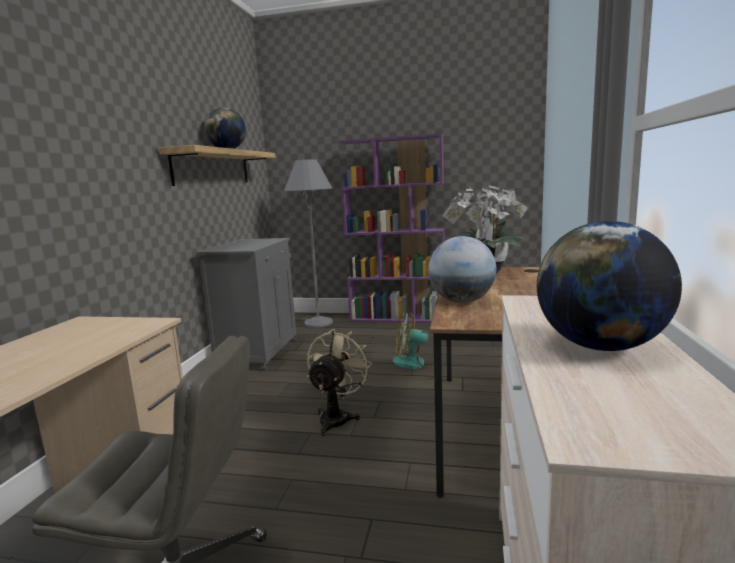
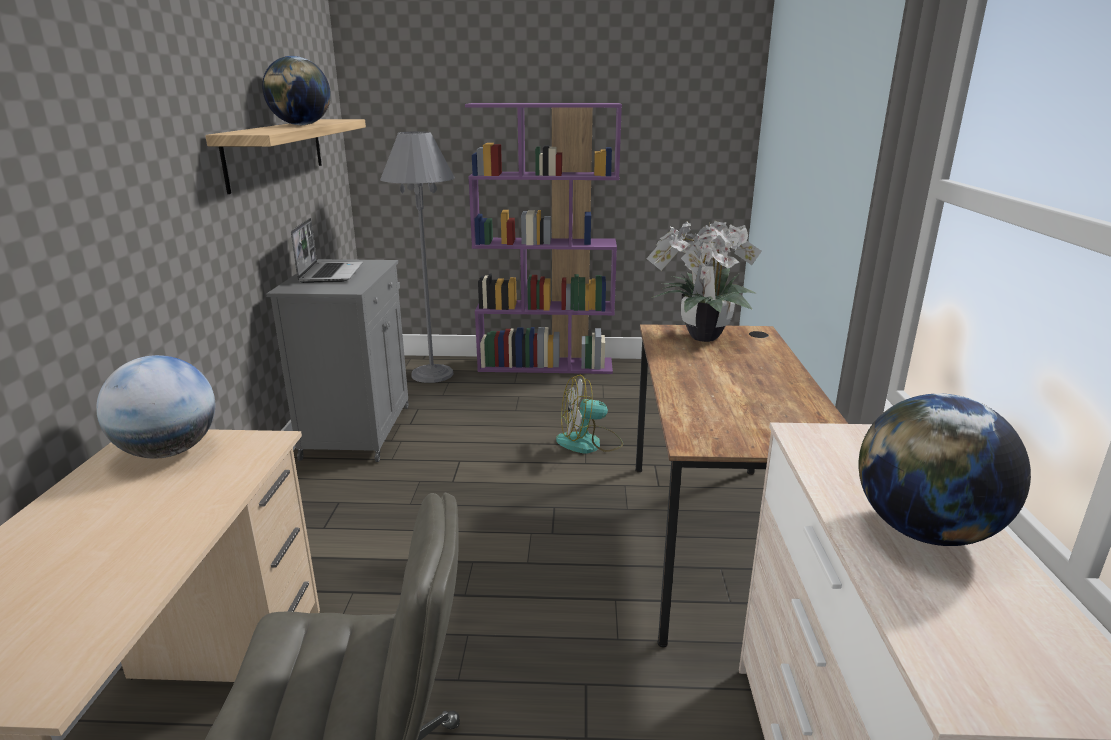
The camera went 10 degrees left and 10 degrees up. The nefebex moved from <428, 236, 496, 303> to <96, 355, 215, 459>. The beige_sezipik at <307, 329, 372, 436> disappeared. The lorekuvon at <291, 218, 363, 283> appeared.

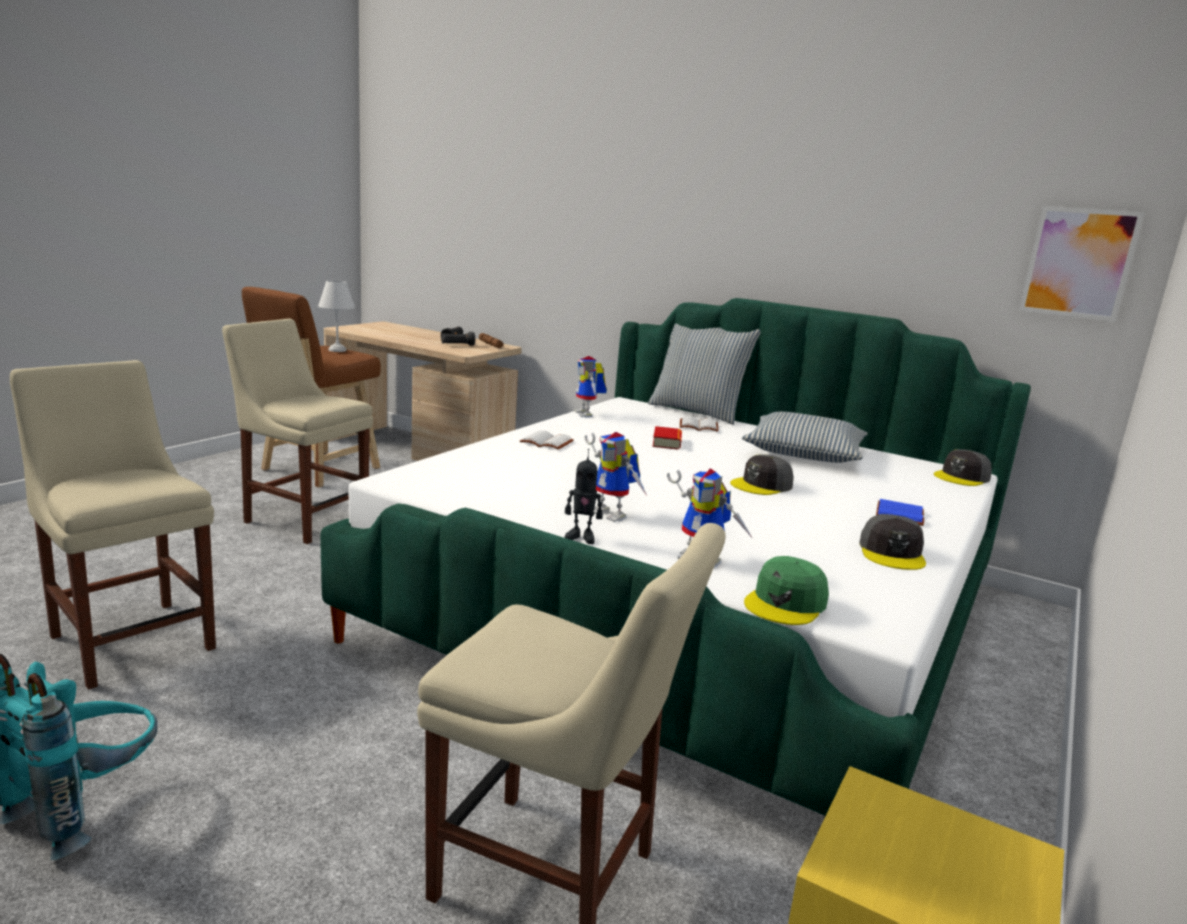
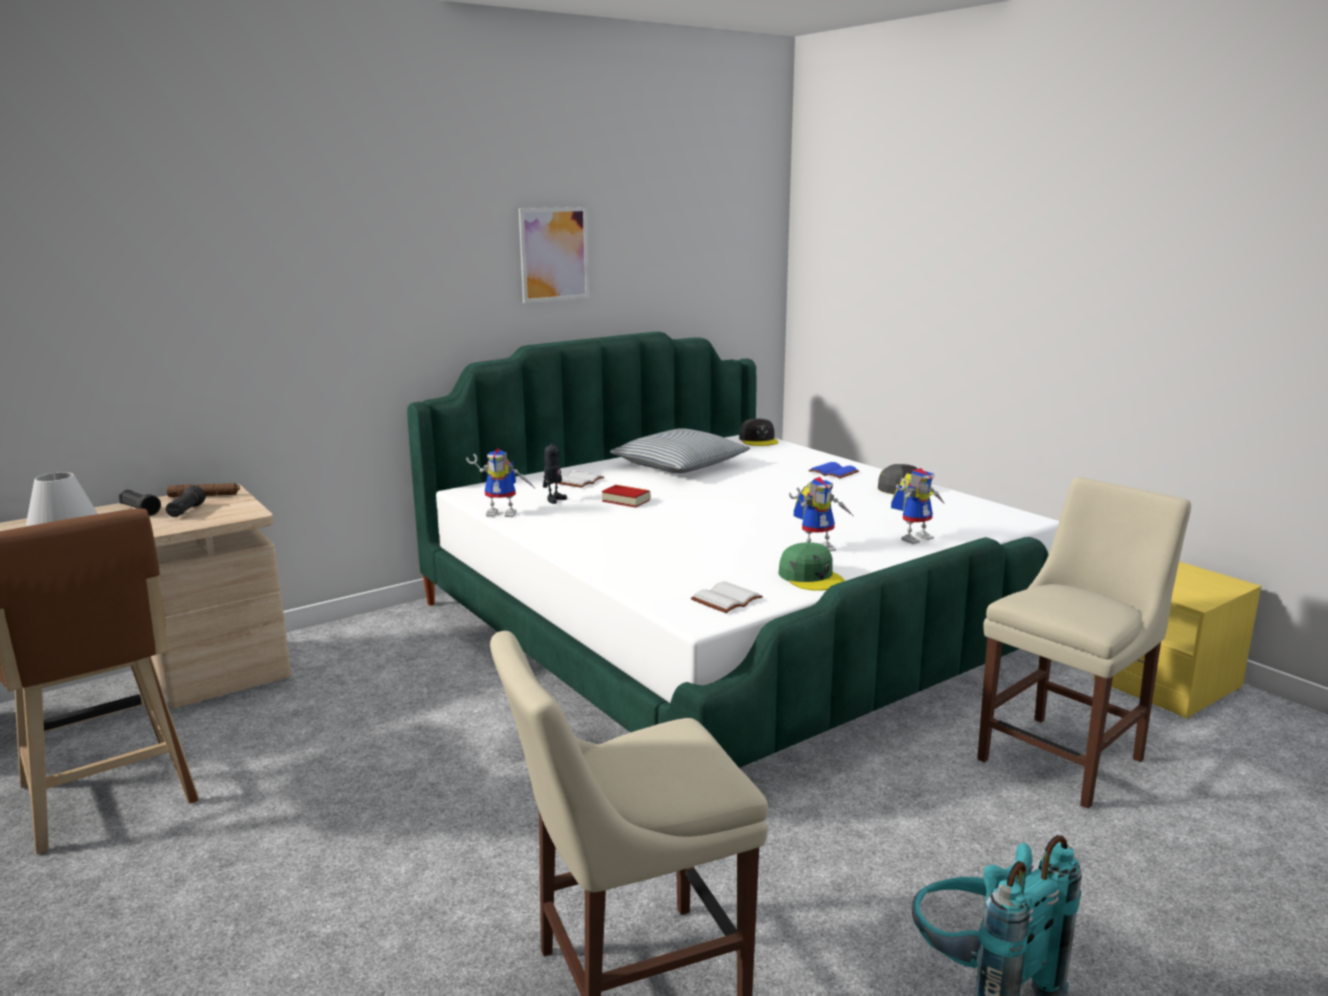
The camera went 65 degrees left and 0 degrees up. The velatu moved from <1019, 206, 1145, 322> to <519, 207, 589, 303>. The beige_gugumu at <222, 319, 373, 544> disappeared. The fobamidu at <648, 323, 760, 425> disappeared. The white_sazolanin moved from <520, 430, 574, 450> to <691, 582, 763, 613>. The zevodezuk moved from <565, 449, 603, 544> to <543, 436, 567, 504>. The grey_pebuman at <730, 454, 794, 495> disappeared. The green_pebuman moved from <744, 556, 829, 625> to <778, 542, 845, 591>.

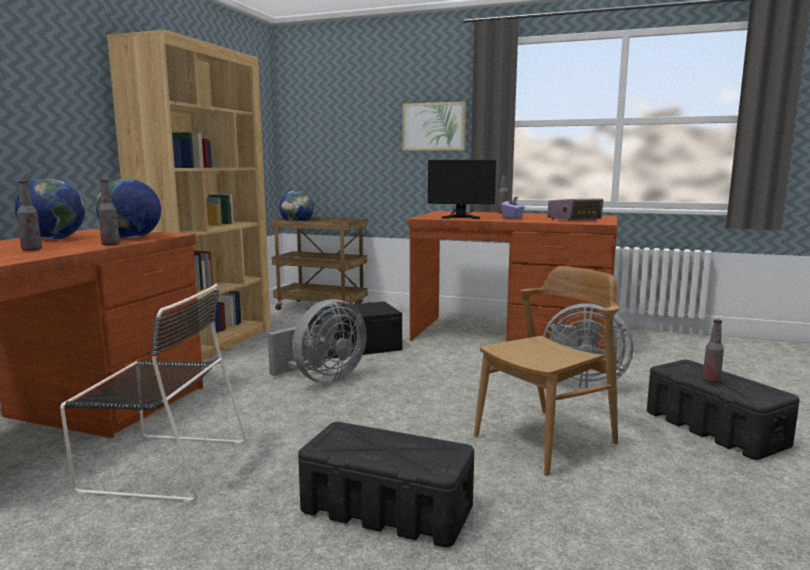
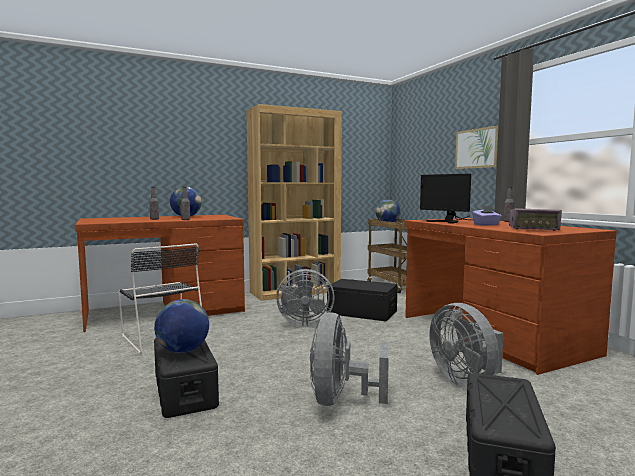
The camera went 45 degrees right and 5 degrees down. The nefebex moved from <96, 179, 161, 238> to <154, 299, 209, 353>. The brown_gugumu at <474, 266, 619, 476> was replaced by the grey_sezipik at <310, 312, 389, 406>. The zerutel at <702, 319, 724, 383> disappeared.

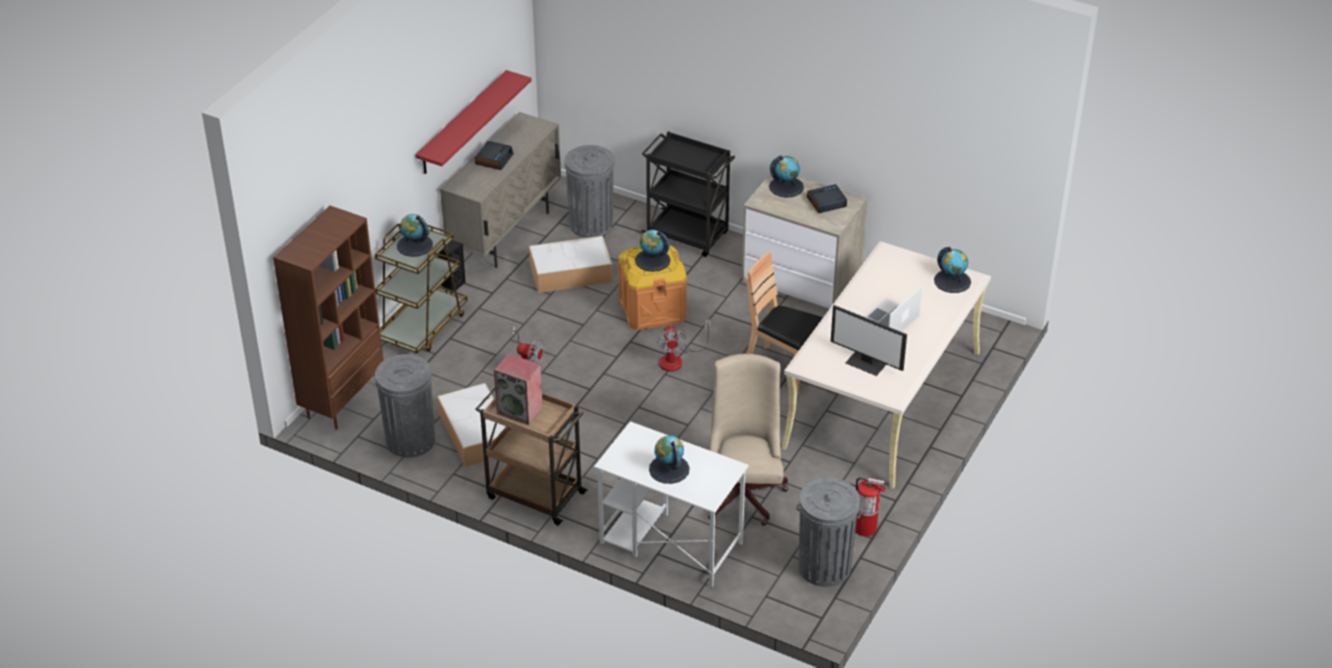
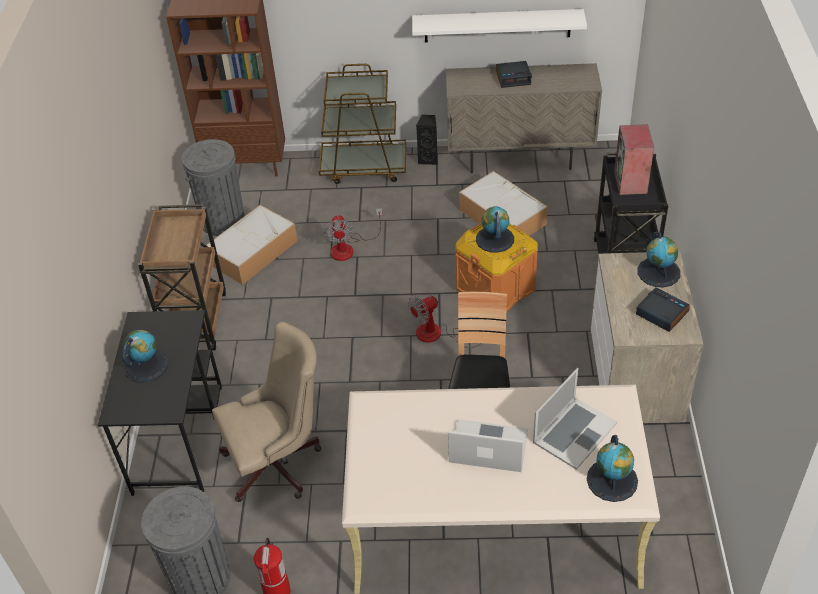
The camera went 65 degrees right and 5 degrees up. The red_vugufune at <416, 70, 531, 174> became the white_vugufune at <412, 9, 587, 43>. The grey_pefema at <565, 145, 614, 238> disappeared. The nefebex at <397, 214, 433, 257> disappeared. The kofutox at <831, 305, 907, 376> disappeared. The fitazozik moved from <494, 353, 543, 425> to <614, 124, 654, 195>. The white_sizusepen at <594, 421, 749, 587> became the black_sizusepen at <98, 310, 222, 496>. The lorekuvon at <533, 368, 617, 470> appeared.

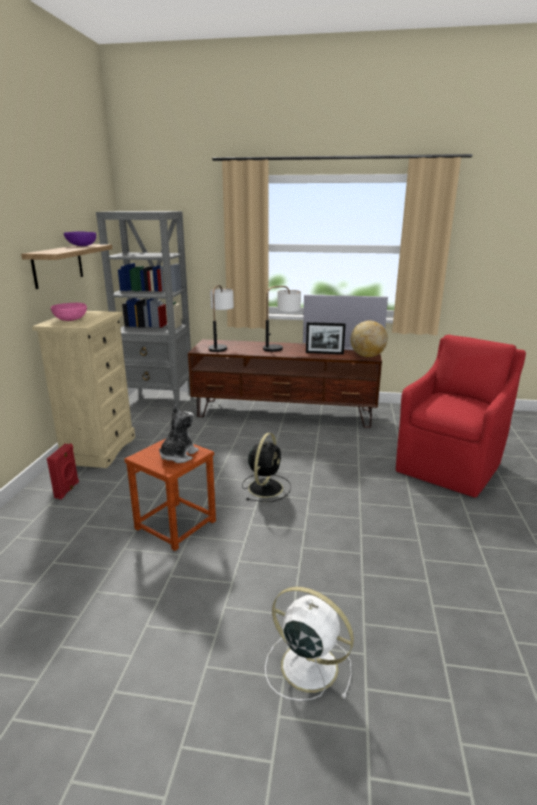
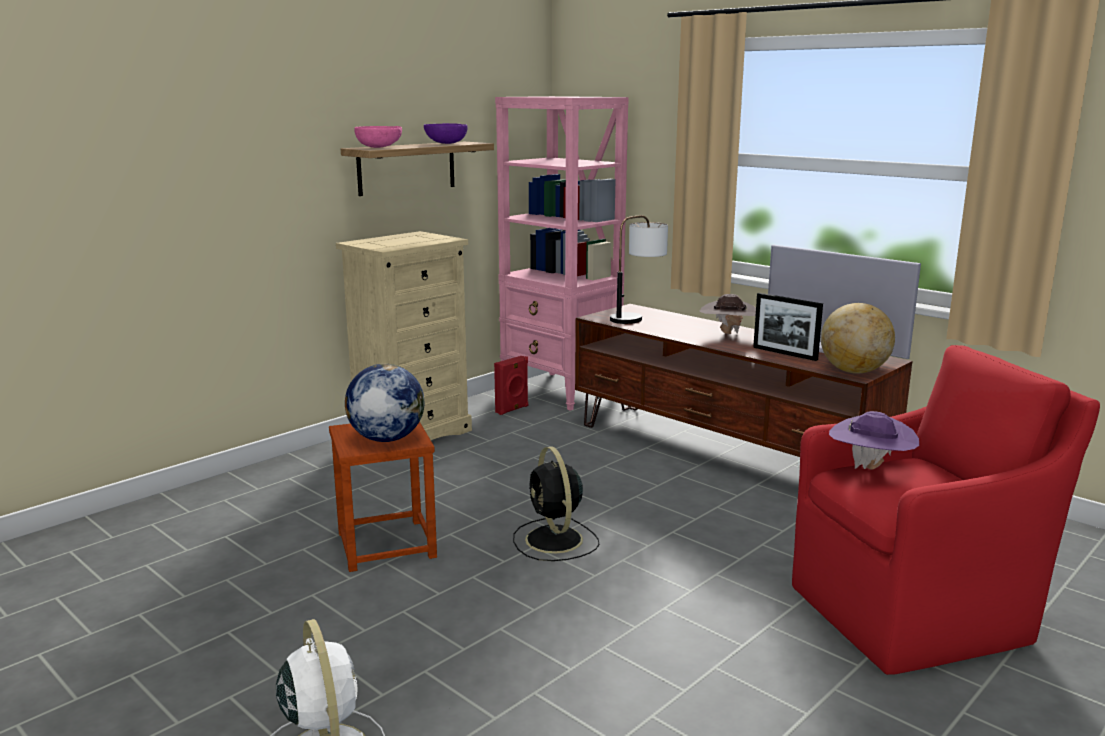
The camera went 35 degrees right and 5 degrees down. The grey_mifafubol at <96, 211, 191, 407> became the pink_mifafubol at <495, 96, 629, 411>. The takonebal at <263, 286, 301, 352> was replaced by the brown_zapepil at <700, 294, 756, 334>. The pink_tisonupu moved from <51, 303, 87, 321> to <354, 126, 402, 148>. The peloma at <159, 404, 199, 463> was replaced by the nefebex at <345, 364, 425, 442>. The black_sezipik at <242, 433, 291, 502> turned 105 degrees clockwise. The red_fitazozik moved from <47, 443, 79, 499> to <494, 356, 528, 415>. The purple_zapepil at <829, 411, 919, 469> appeared.

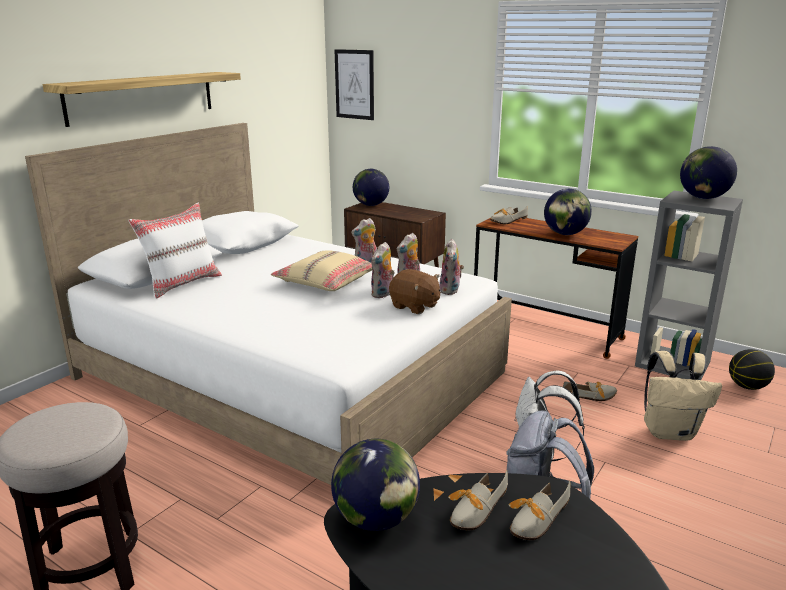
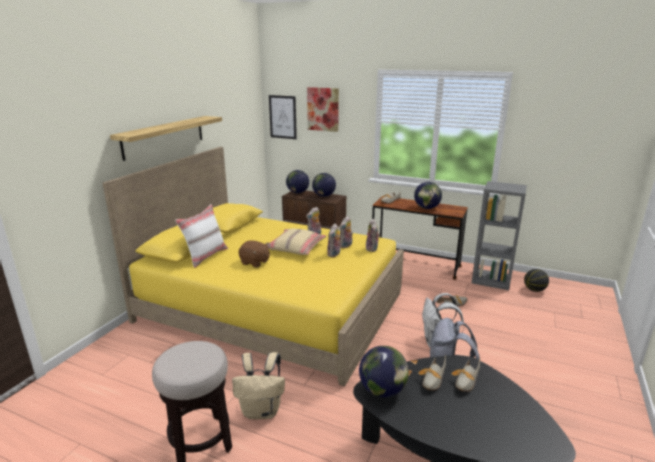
The camera went 10 degrees left and 0 degrees up. The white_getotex at <25, 123, 512, 485> became the yellow_getotex at <103, 147, 404, 386>. The nefebex moved from <680, 146, 737, 199> to <312, 173, 336, 197>. The brown_peloma moved from <389, 269, 440, 314> to <238, 240, 270, 268>. The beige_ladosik moved from <644, 351, 722, 441> to <232, 352, 285, 419>. The velatu at <307, 87, 339, 132> appeared.

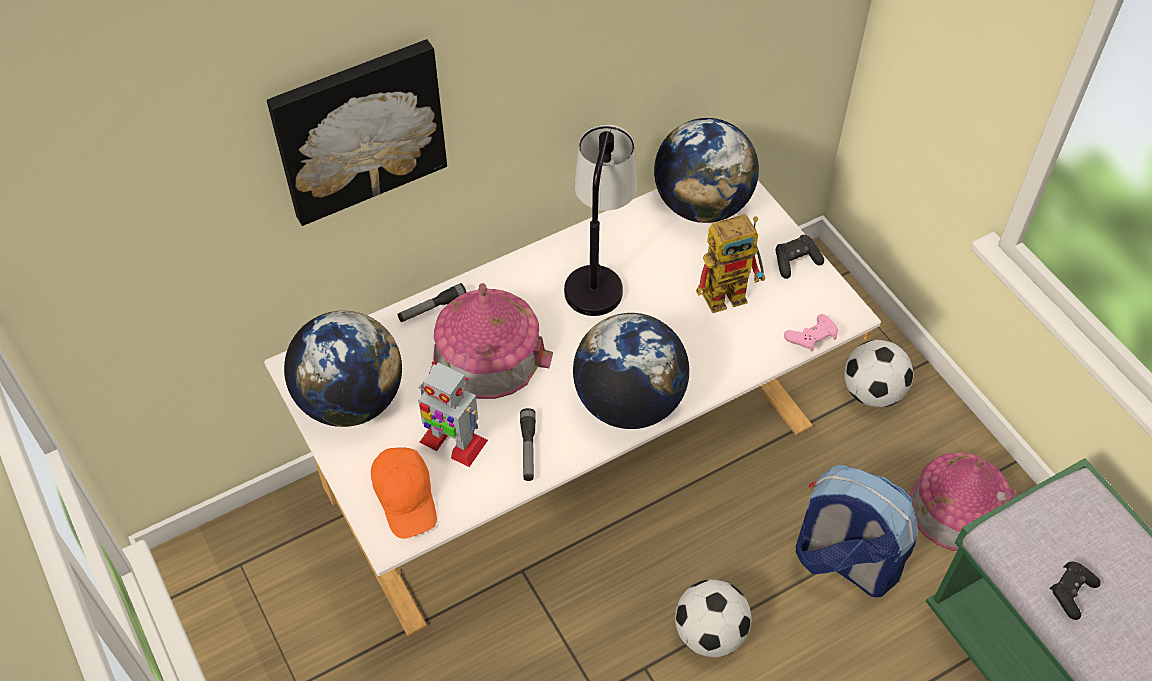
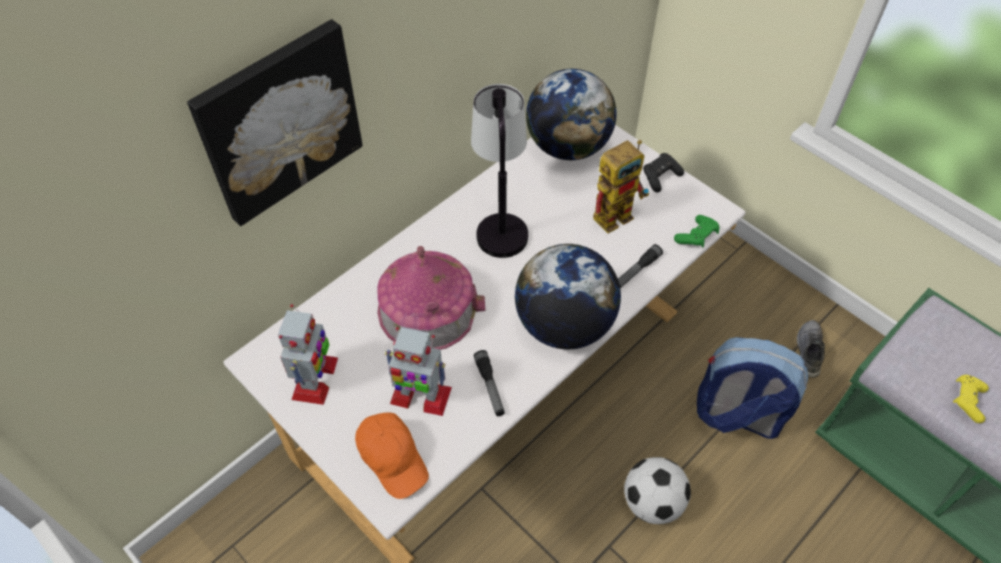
The camera went 15 degrees left and 0 degrees up. The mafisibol moved from <397, 283, 467, 322> to <618, 244, 663, 288>. The nefebex at <284, 311, 402, 427> was replaced by the zevodezuk at <278, 304, 338, 405>. The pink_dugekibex at <784, 314, 838, 351> became the green_dugekibex at <674, 215, 719, 247>. The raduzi at <844, 340, 913, 407> disappeared. The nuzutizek at <910, 453, 1016, 551> was replaced by the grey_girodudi at <797, 320, 825, 378>. The black_dugekibex at <1050, 562, 1101, 620> became the yellow_dugekibex at <953, 375, 989, 423>.

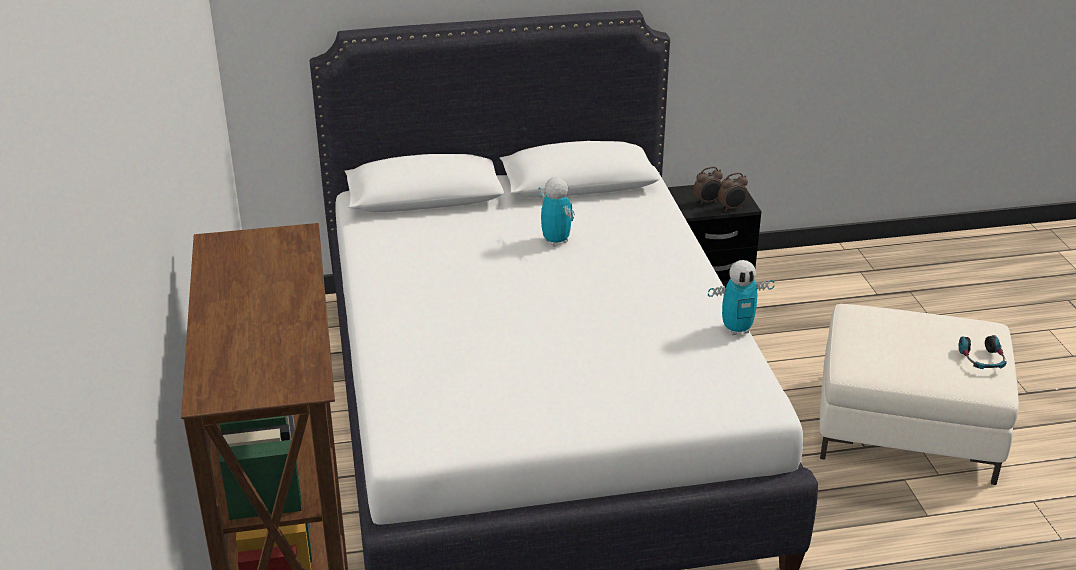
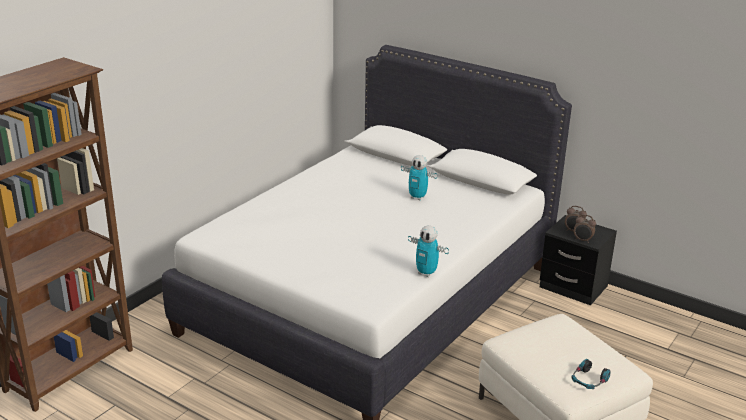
The camera went 45 degrees right and 5 degrees down. The zevodezuk at <538, 177, 575, 247> turned 105 degrees clockwise.

